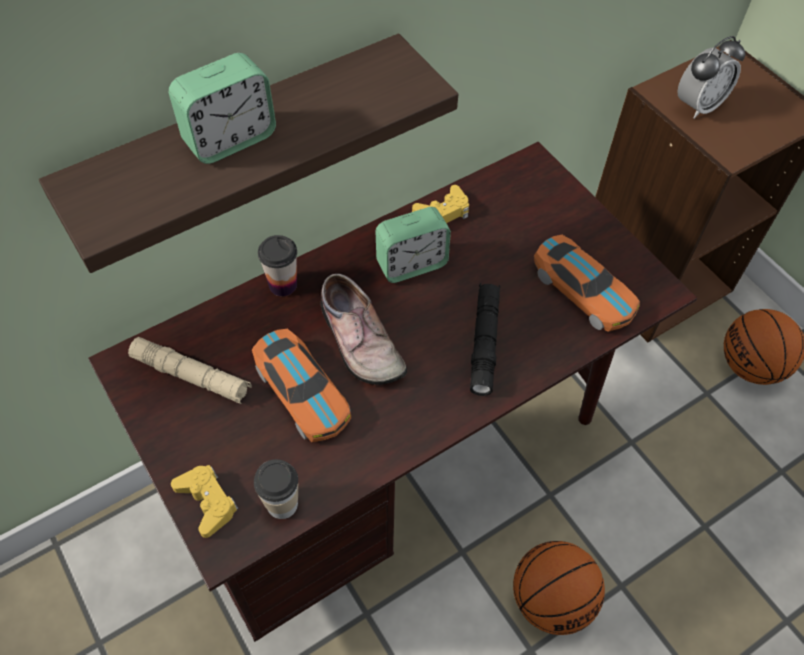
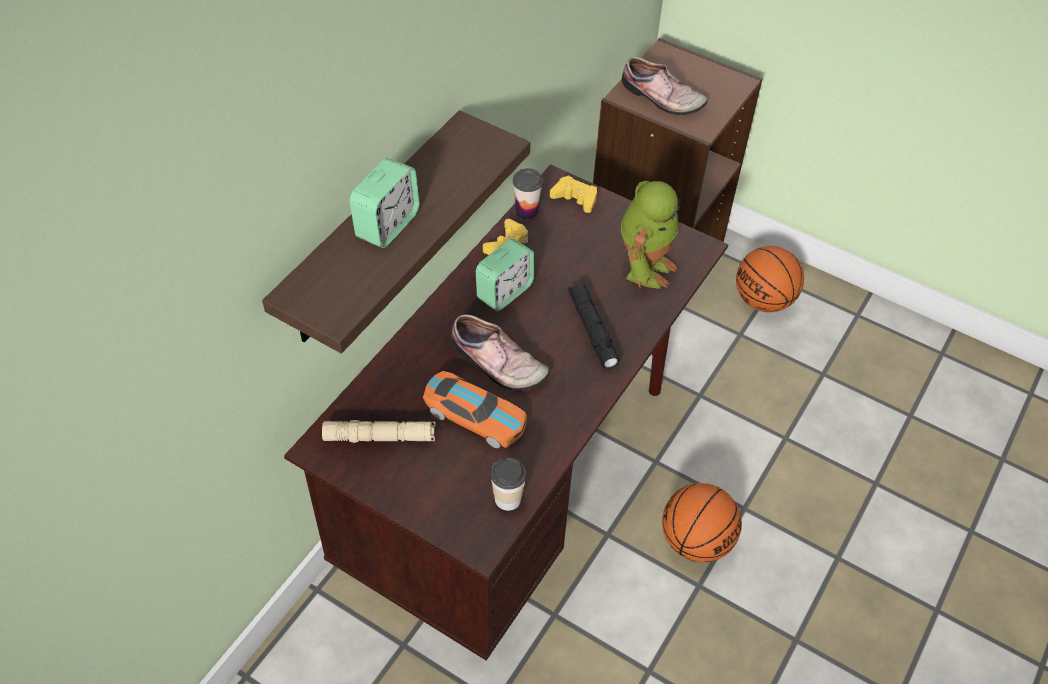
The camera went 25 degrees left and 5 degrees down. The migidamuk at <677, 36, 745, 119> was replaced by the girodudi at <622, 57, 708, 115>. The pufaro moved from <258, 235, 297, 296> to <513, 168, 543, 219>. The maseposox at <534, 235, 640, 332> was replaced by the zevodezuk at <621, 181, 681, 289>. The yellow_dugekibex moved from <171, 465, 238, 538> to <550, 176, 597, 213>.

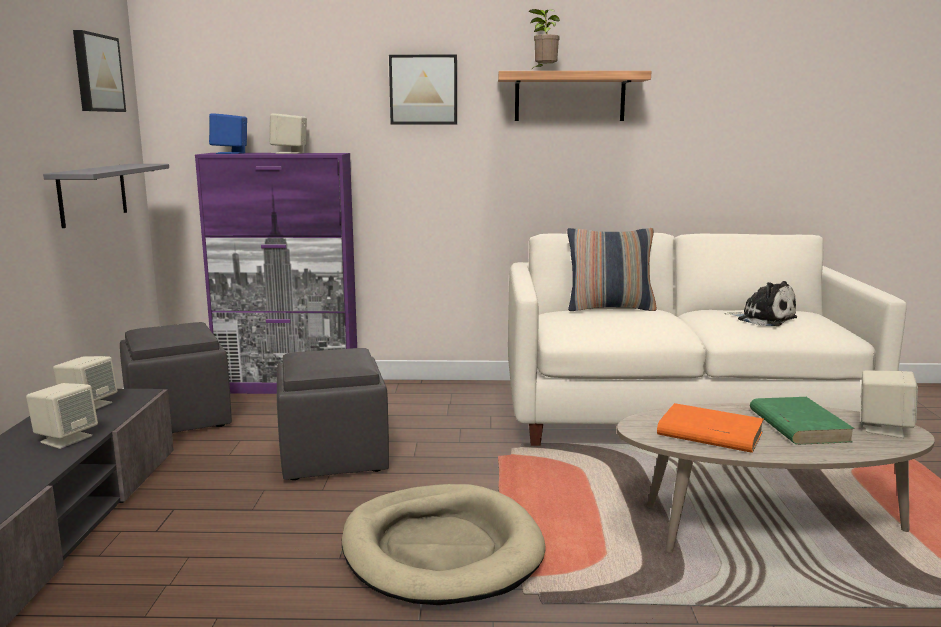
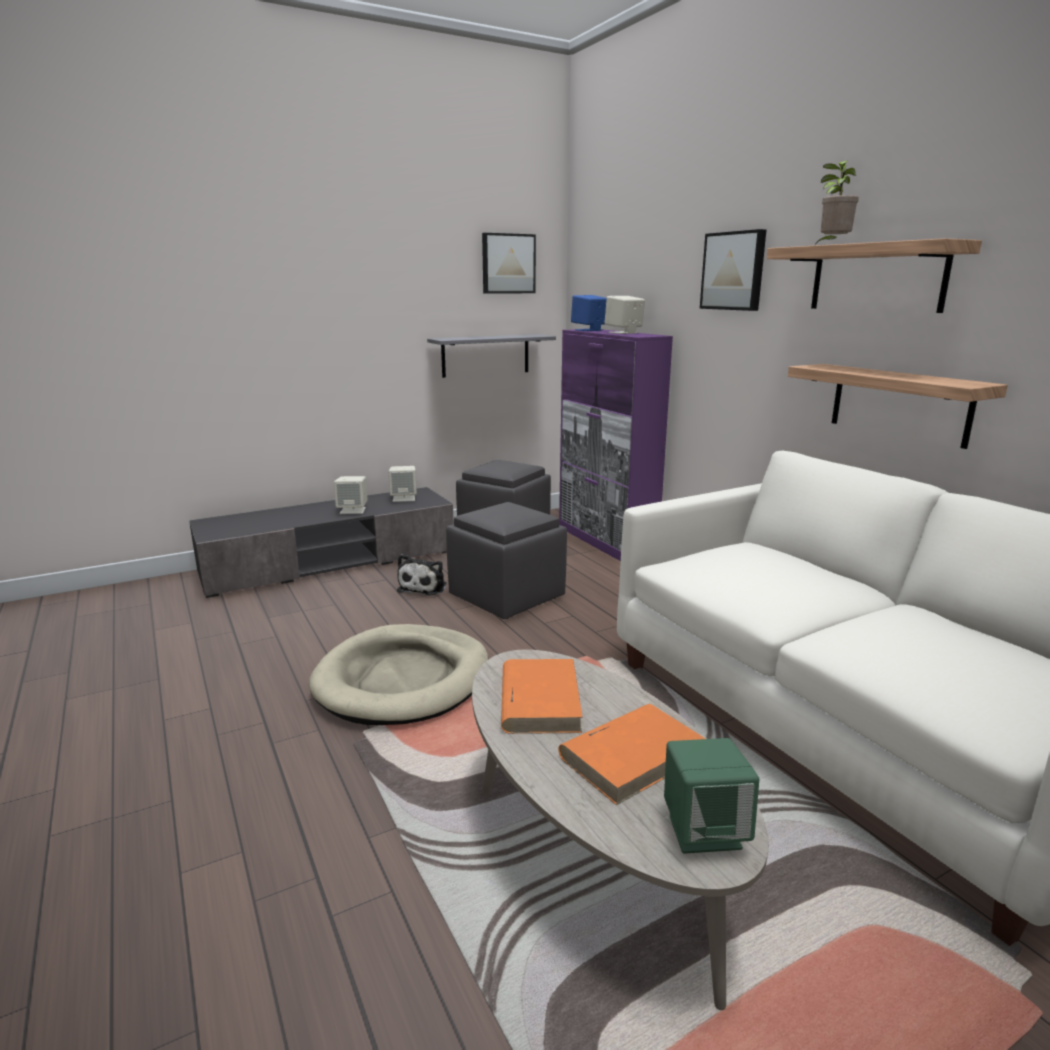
The camera went 60 degrees right and 5 degrees up. The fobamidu at <567, 228, 657, 311> disappeared. The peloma moved from <724, 281, 797, 326> to <397, 554, 447, 595>. The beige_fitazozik at <861, 371, 918, 438> became the green_fitazozik at <664, 738, 760, 853>. The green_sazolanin at <750, 397, 855, 445> became the orange_sazolanin at <558, 704, 705, 805>. The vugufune at <788, 364, 1008, 449> appeared.

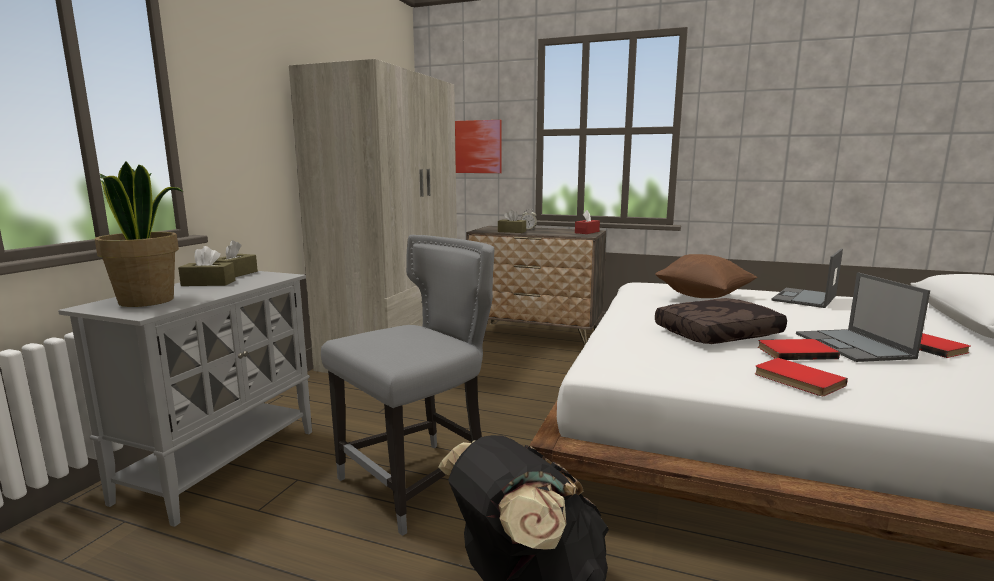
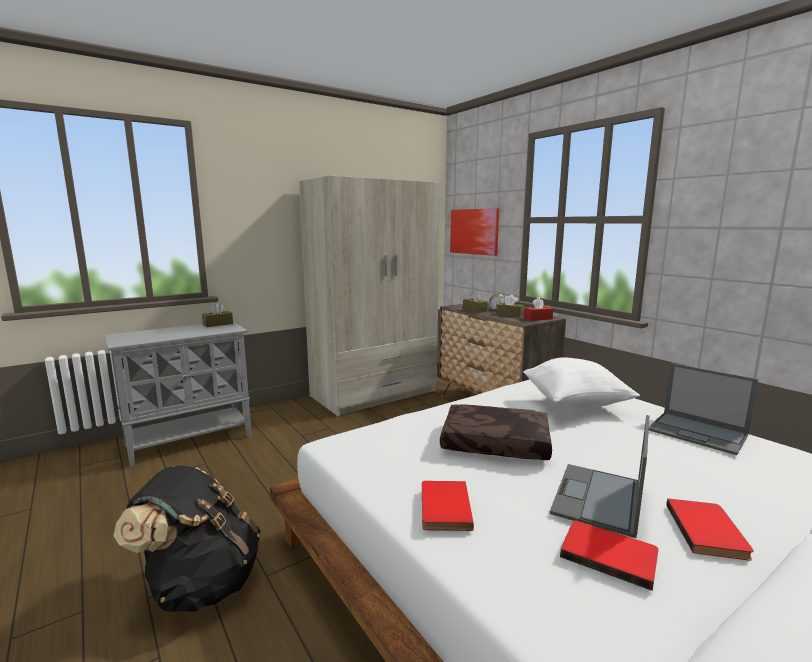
The camera went 35 degrees right and 0 degrees up. The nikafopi at <95, 162, 183, 307> disappeared. The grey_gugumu at <321, 235, 495, 536> disappeared. The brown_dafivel moved from <178, 246, 235, 286> to <496, 294, 524, 317>. The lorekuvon at <772, 249, 843, 308> turned 120 degrees counterclockwise. The brown_fobamidu at <655, 254, 758, 298> became the white_fobamidu at <523, 357, 640, 408>. The red_sazolanin moved from <758, 339, 840, 360> to <560, 520, 659, 591>.

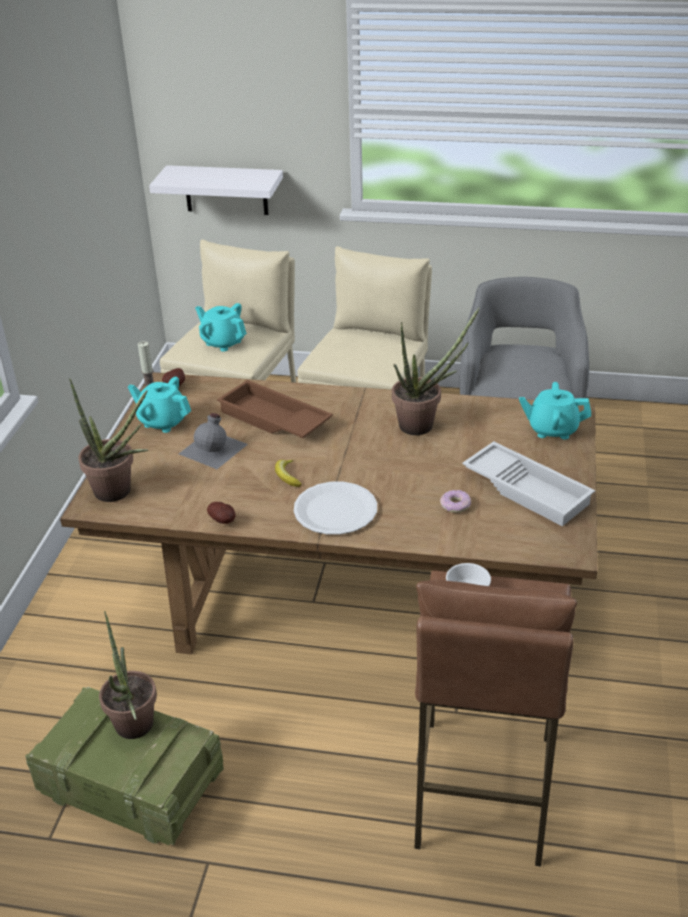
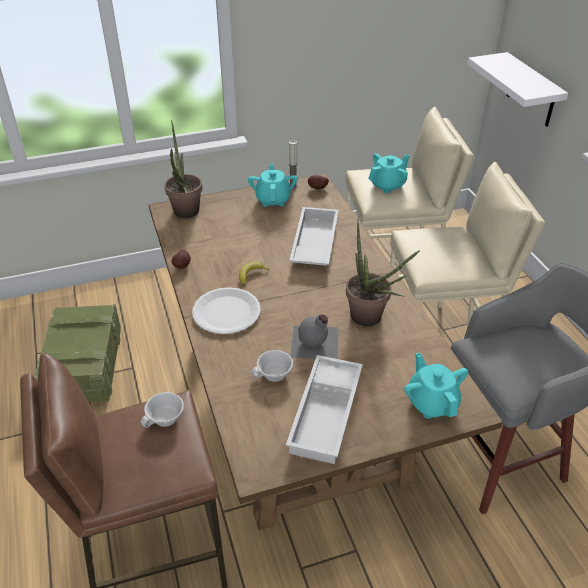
The camera went 60 degrees right and 5 degrees up. The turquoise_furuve at <195, 303, 247, 352> turned 45 degrees clockwise. The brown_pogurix at <217, 380, 333, 438> became the white_pogurix at <289, 207, 339, 266>. The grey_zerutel moved from <179, 413, 248, 469> to <290, 315, 339, 359>. The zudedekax at <440, 490, 471, 513> was replaced by the white_pufaro at <251, 350, 293, 382>. The nikafopi at <99, 611, 157, 739> disappeared.

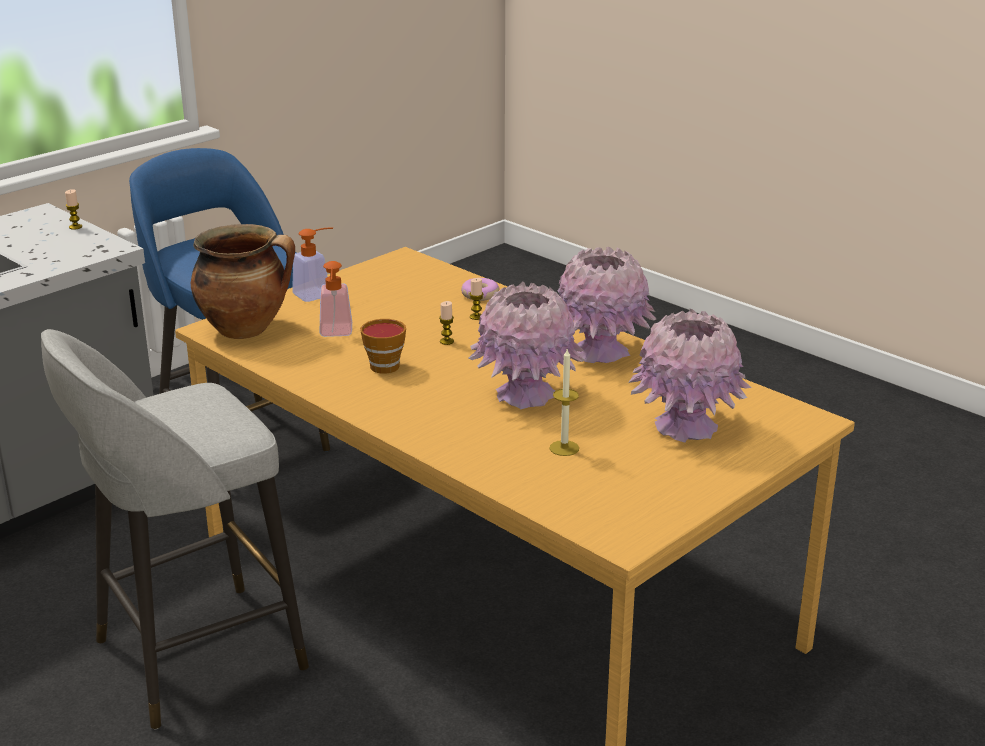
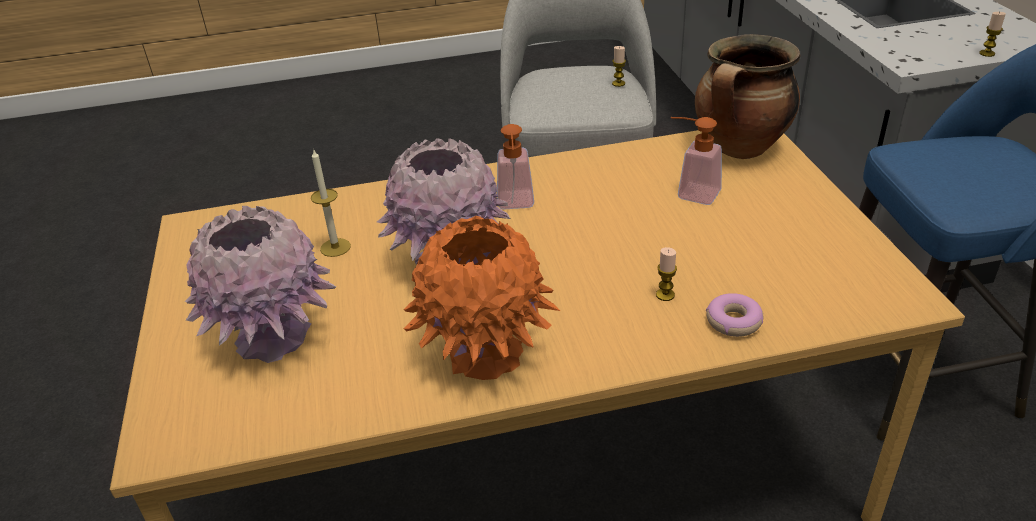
The camera went 125 degrees right and 10 degrees up. The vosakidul moved from <292, 227, 333, 302> to <497, 124, 534, 210>. The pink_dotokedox at <557, 247, 657, 363> became the orange_dotokedox at <404, 216, 560, 380>. The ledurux moved from <439, 301, 454, 345> to <612, 46, 626, 87>. The pufaro at <360, 319, 406, 374> disappeared.

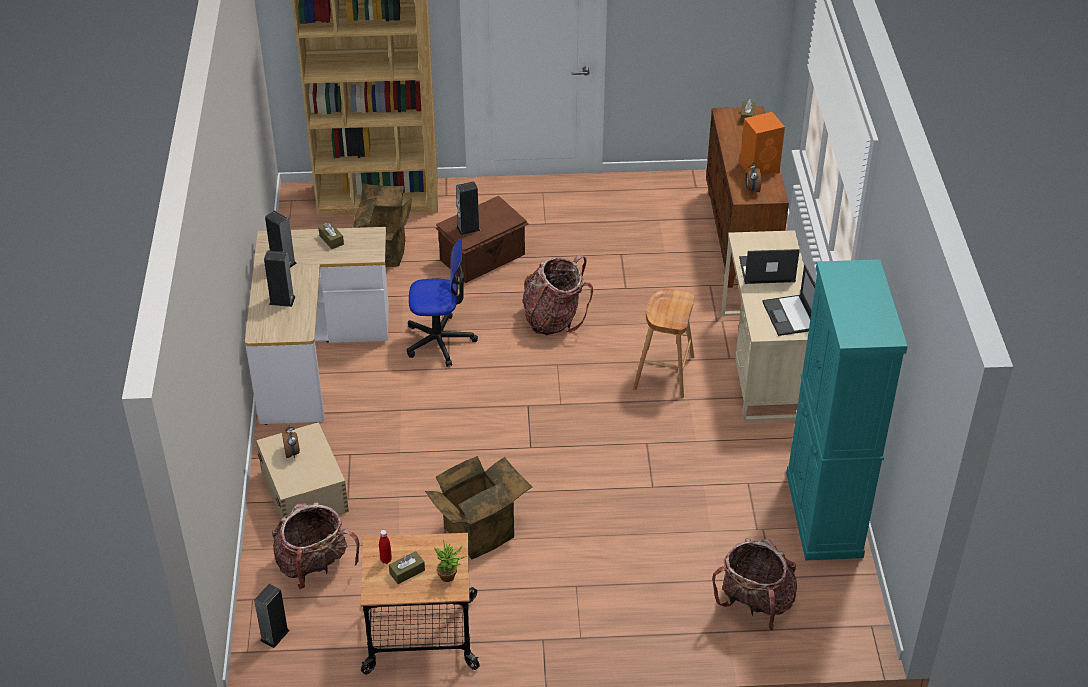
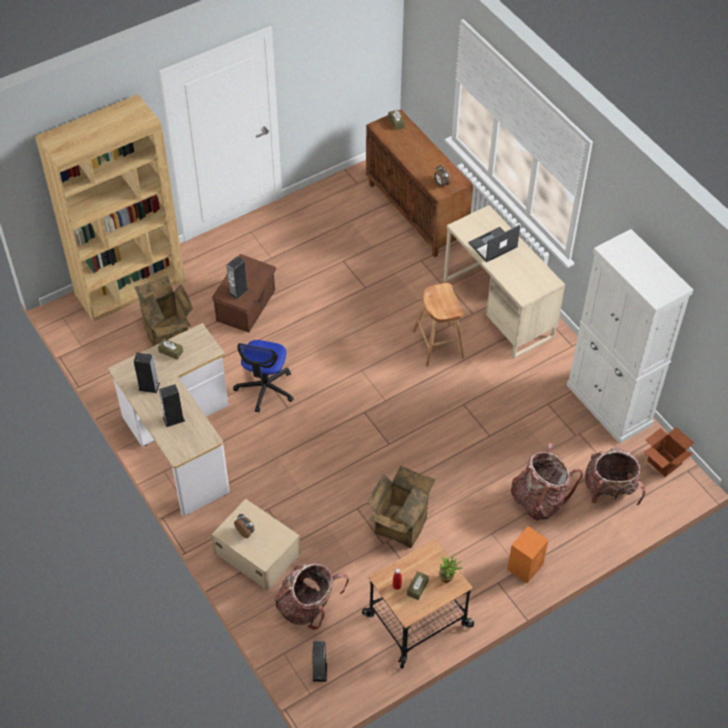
The camera went 30 degrees left and 10 degrees up. The orange_fitazozik moved from <740, 112, 785, 176> to <507, 526, 549, 583>. The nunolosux at <407, 239, 478, 367> turned 135 degrees clockwise. The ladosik moved from <523, 254, 593, 336> to <511, 442, 582, 521>. The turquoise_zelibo at <786, 259, 908, 560> became the white_zelibo at <567, 229, 693, 444>. The lorekuvon at <762, 264, 816, 336> disappeared. The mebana at <644, 427, 694, 477> appeared.

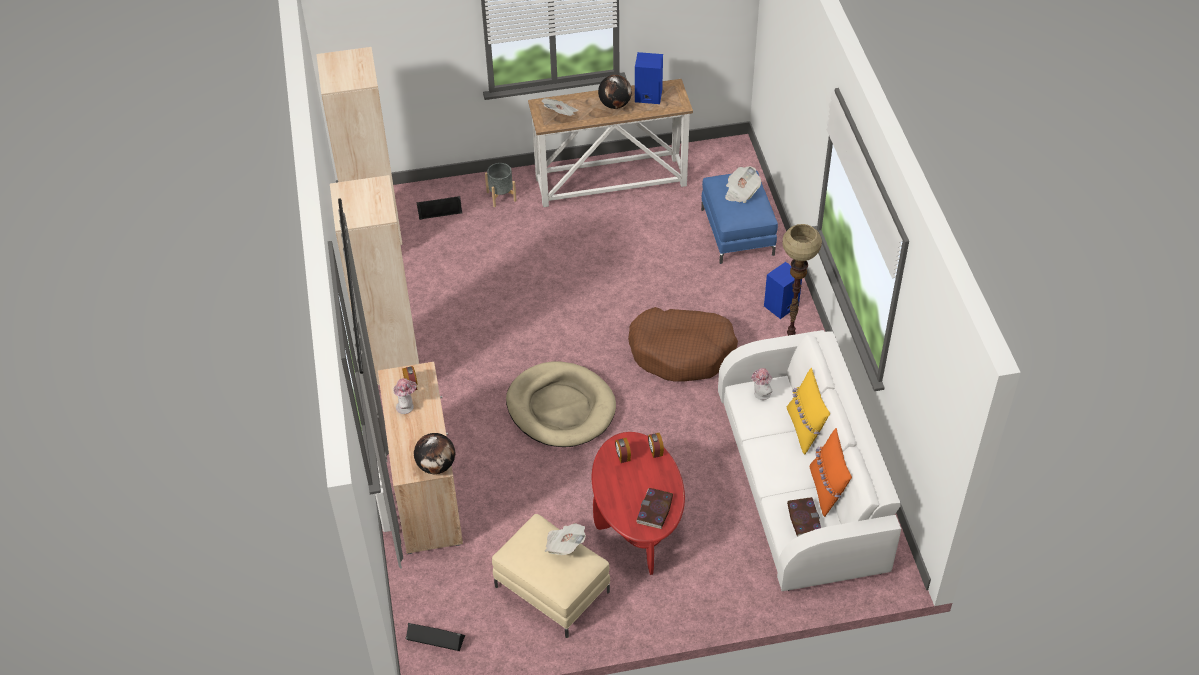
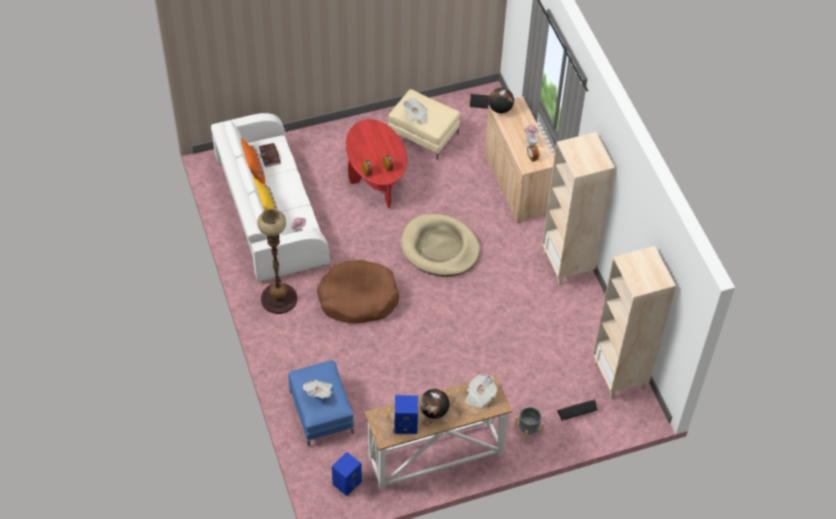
The camera went 170 degrees right and 5 degrees up. The blue_fitazozik moved from <764, 262, 802, 319> to <332, 452, 362, 496>. The sazolanin at <637, 488, 673, 529> disappeared.

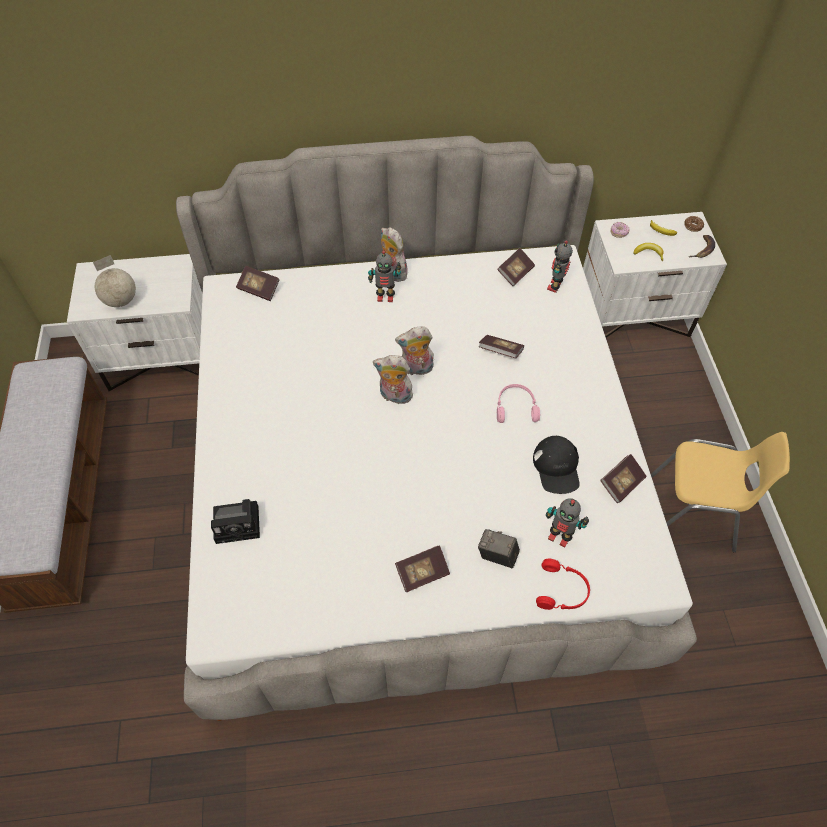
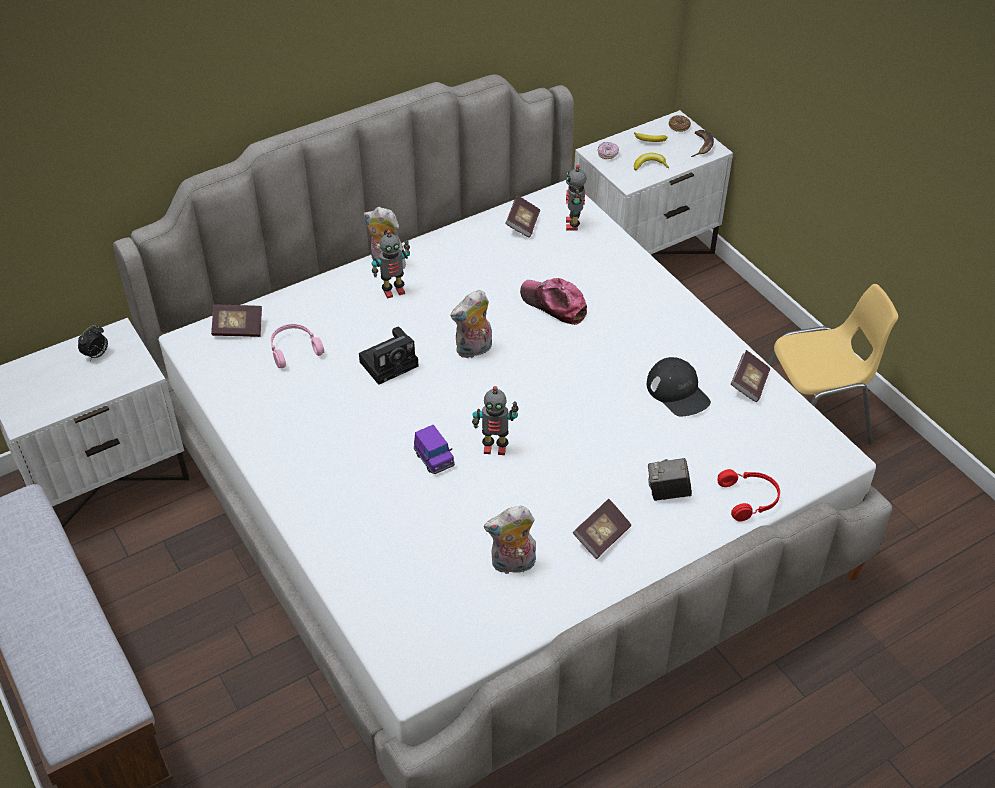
The camera went 25 degrees left and 10 degrees down. The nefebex at <93, 255, 136, 307> disappeared. The sazolanin at <478, 335, 524, 358> was replaced by the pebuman at <520, 278, 587, 325>. The peloma moved from <373, 355, 413, 404> to <484, 506, 536, 574>. The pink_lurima moved from <497, 384, 540, 423> to <271, 324, 324, 368>. The zevodezuk moved from <546, 498, 589, 547> to <472, 386, 518, 455>. The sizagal moved from <211, 499, 260, 544> to <359, 327, 419, 385>. The migidamuk at <78, 325, 108, 361> appeared. The purple_maseposox at <414, 425, 455, 474> appeared.

